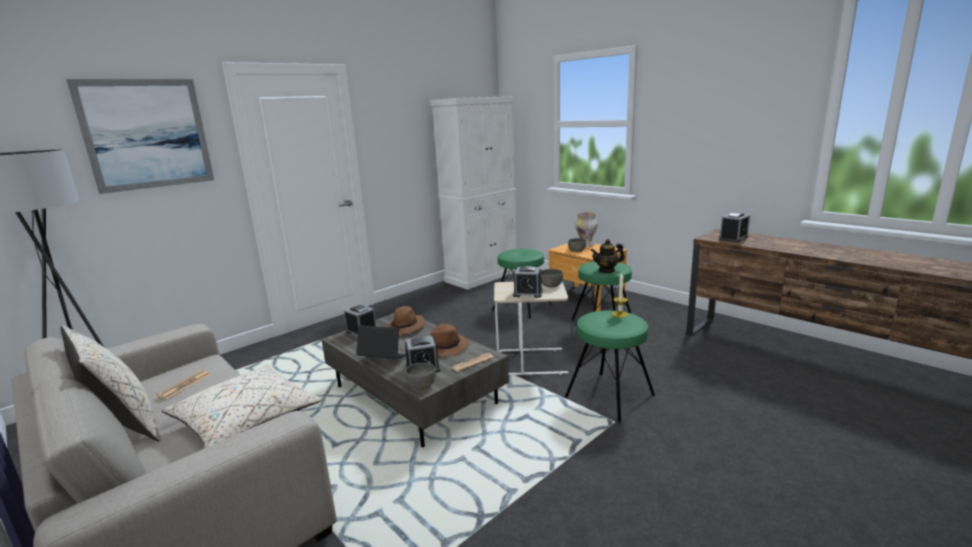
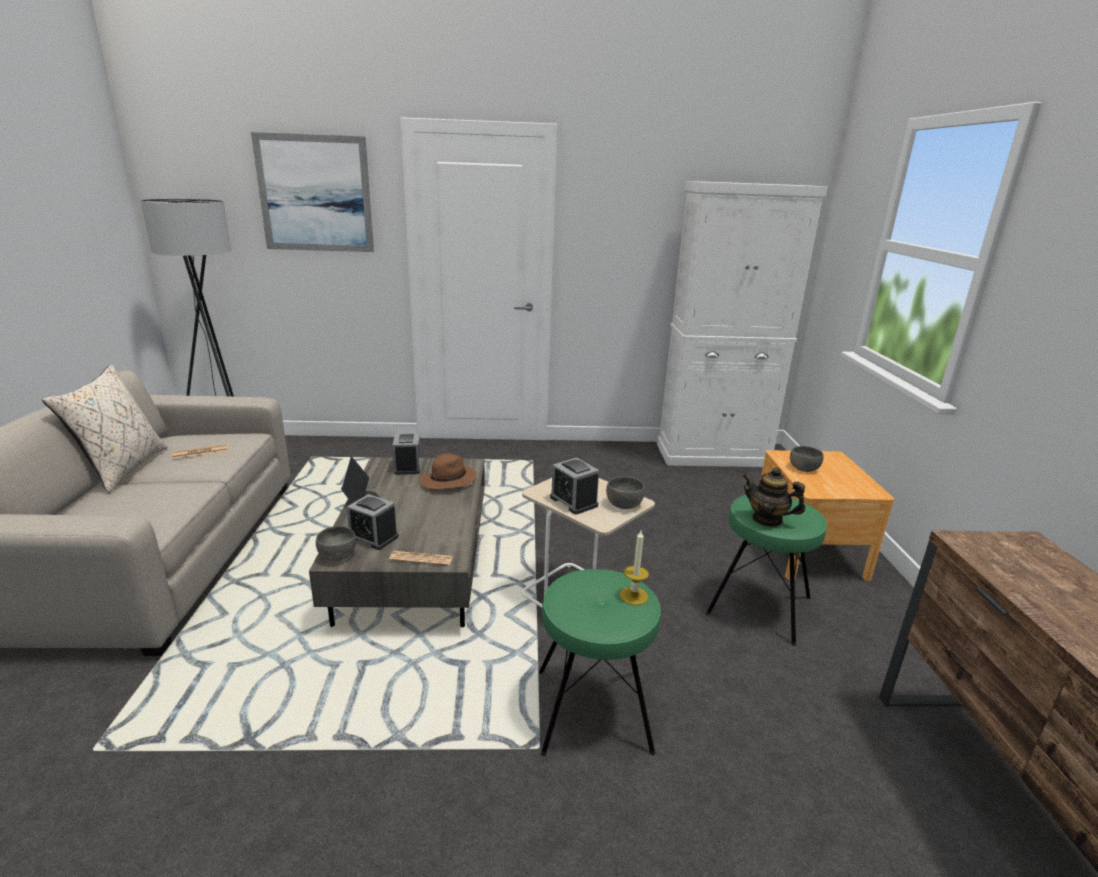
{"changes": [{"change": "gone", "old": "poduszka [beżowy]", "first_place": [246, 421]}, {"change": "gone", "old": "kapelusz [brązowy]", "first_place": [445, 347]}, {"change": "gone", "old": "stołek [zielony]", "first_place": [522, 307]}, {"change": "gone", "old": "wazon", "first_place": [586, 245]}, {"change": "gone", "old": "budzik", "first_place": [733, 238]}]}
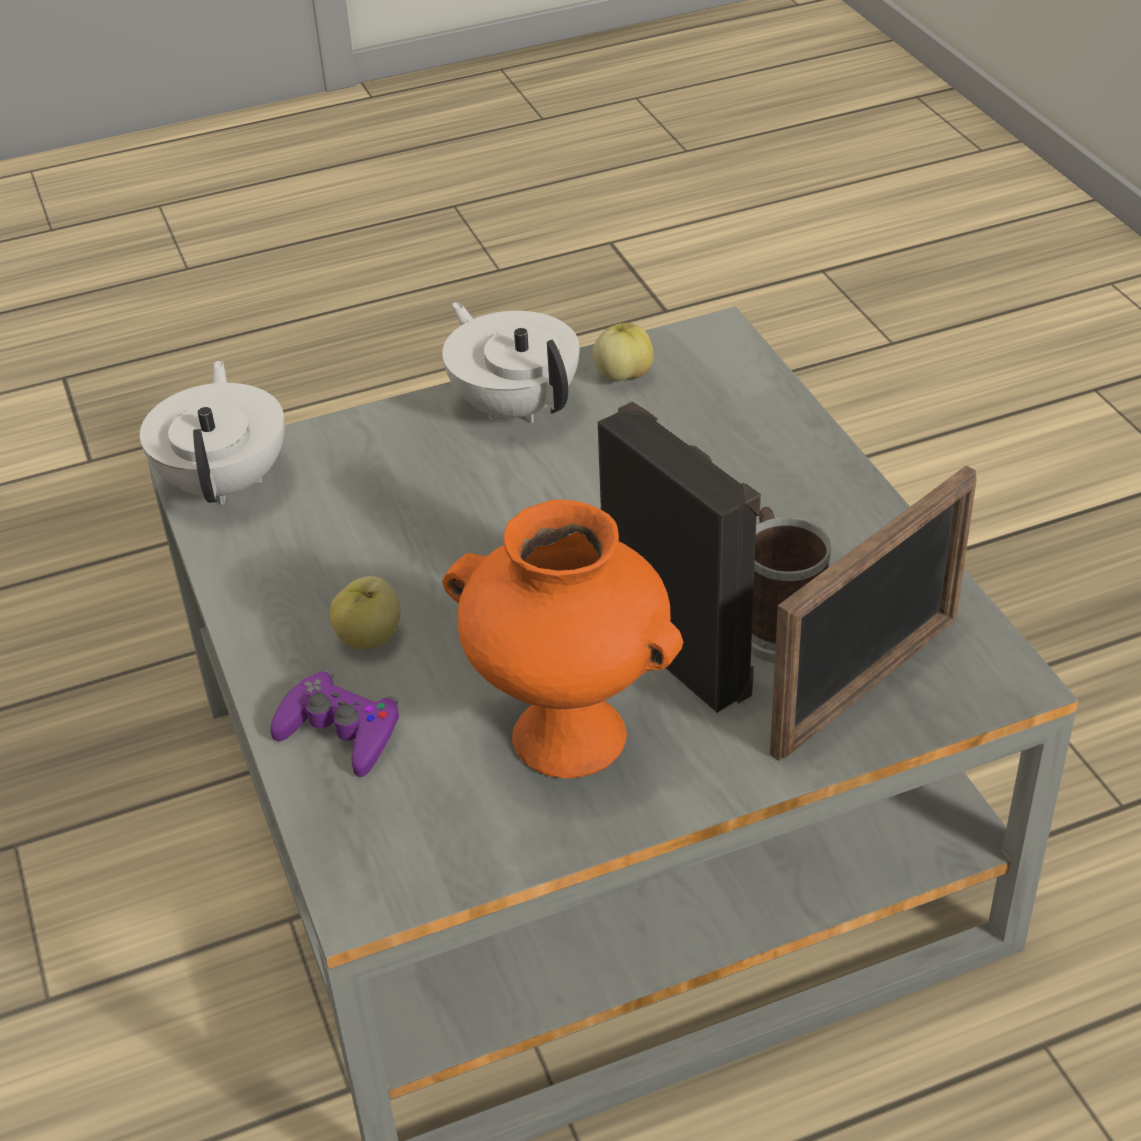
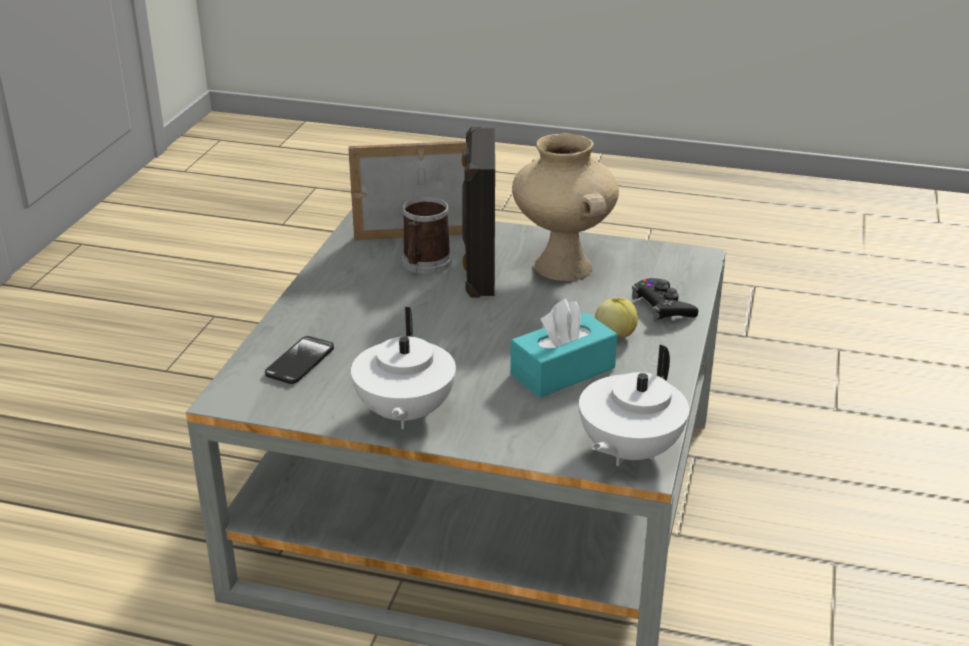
{"changes": [{"change": "new", "new": "telefon", "second_place": [300, 362]}, {"change": "new", "new": "pudełko chusteczek [turkusowy]", "second_place": [562, 371]}, {"change": "repainted", "old": "wazon [pomarańczowy]", "new": "wazon [beżowy]", "first_place": [573, 735], "second_place": [561, 266]}, {"change": "repainted", "old": "pad do gier [fioletowy]", "new": "pad do gier [czarny]", "first_place": [340, 732], "second_place": [662, 307]}, {"change": "gone", "old": "jabłko", "first_place": [623, 376]}]}
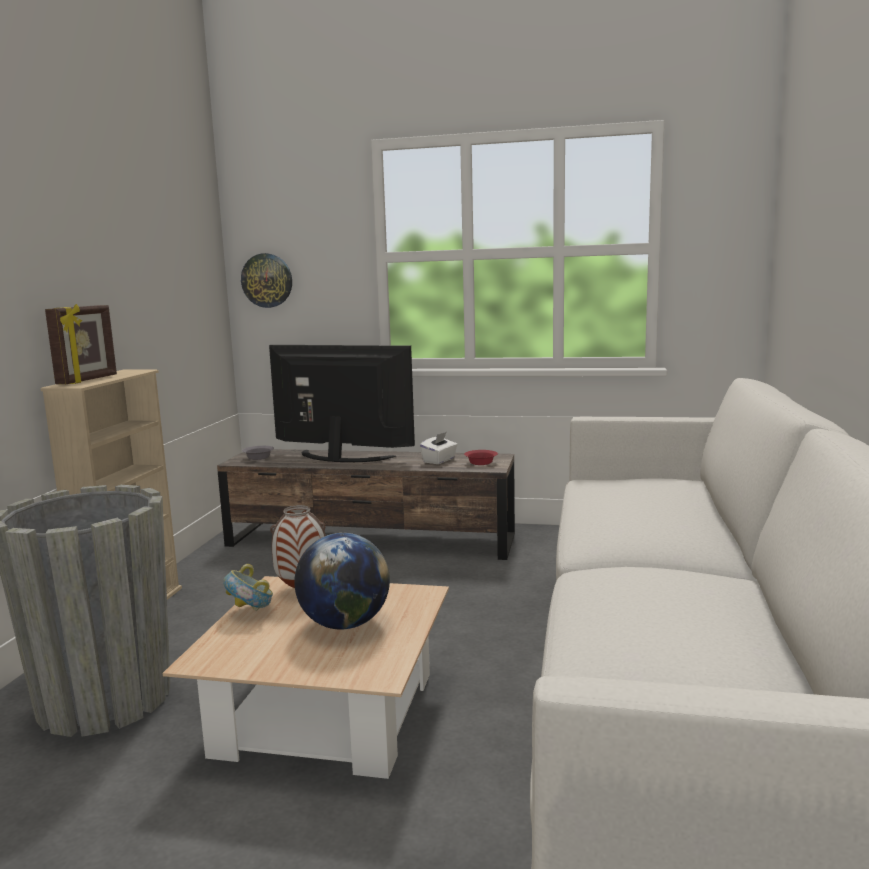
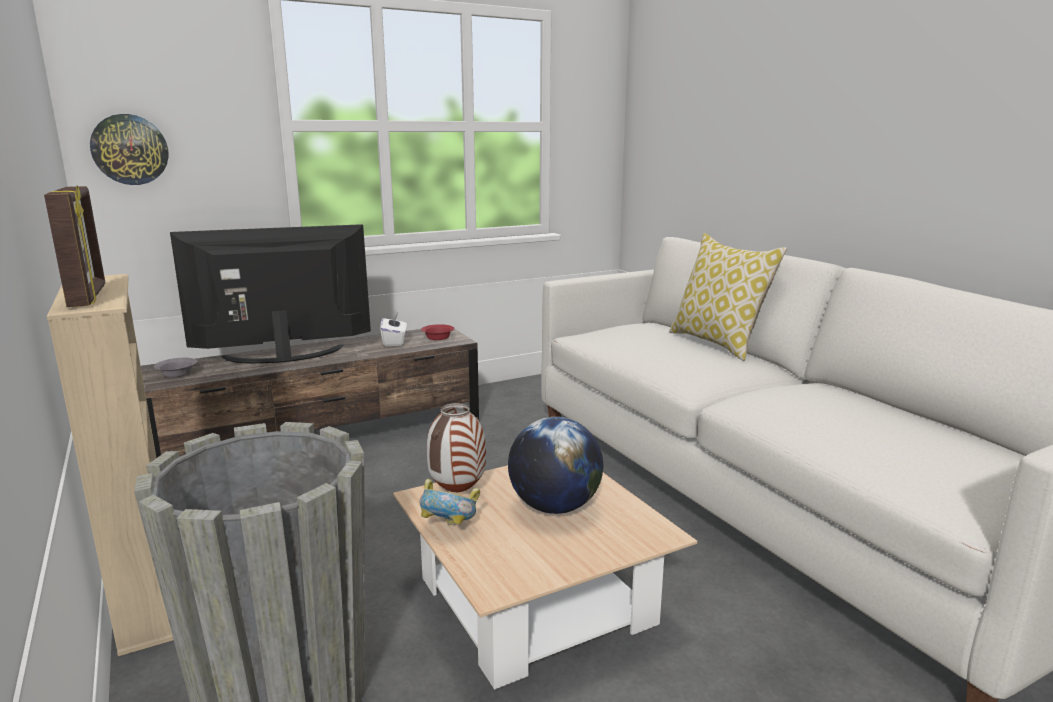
{"changes": [{"change": "new", "new": "poduszka", "second_place": [718, 344]}]}
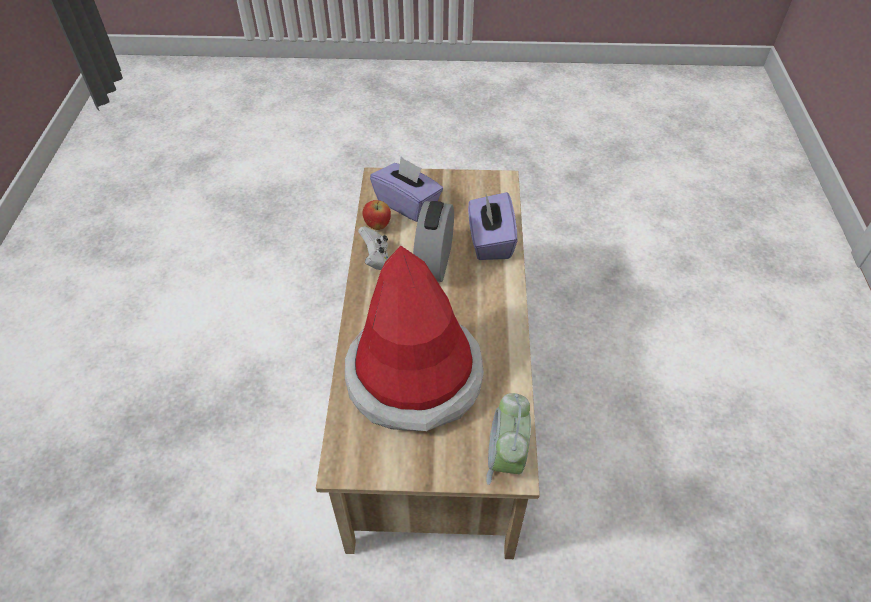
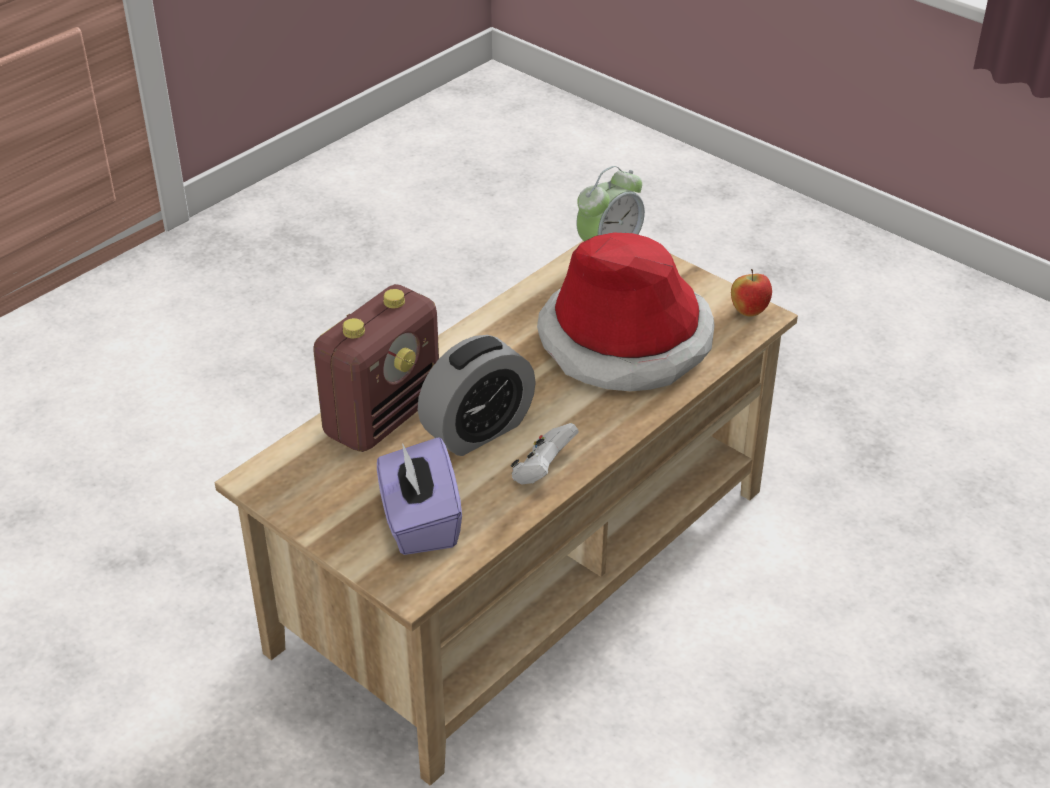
{"changes": [{"change": "swapped", "old": "pudełko chusteczek [fioletowy]", "new": "radio", "first_place": [490, 241], "second_place": [383, 415]}, {"change": "shifted", "old": "jabłko", "first_place": [377, 226], "second_place": [749, 312]}]}
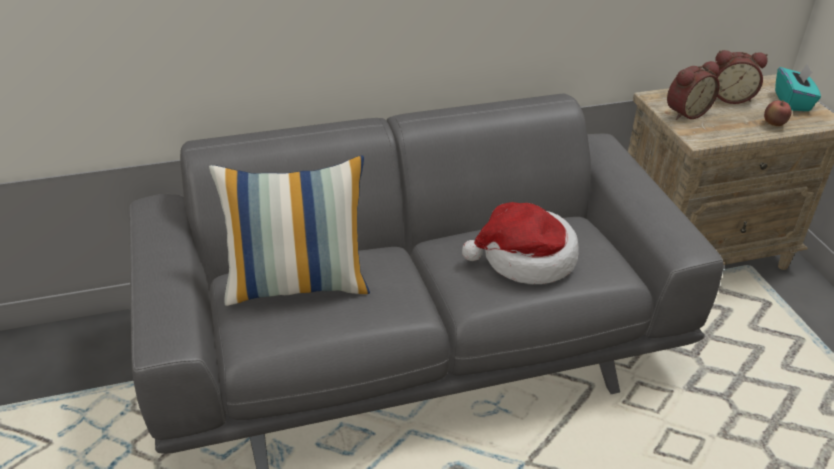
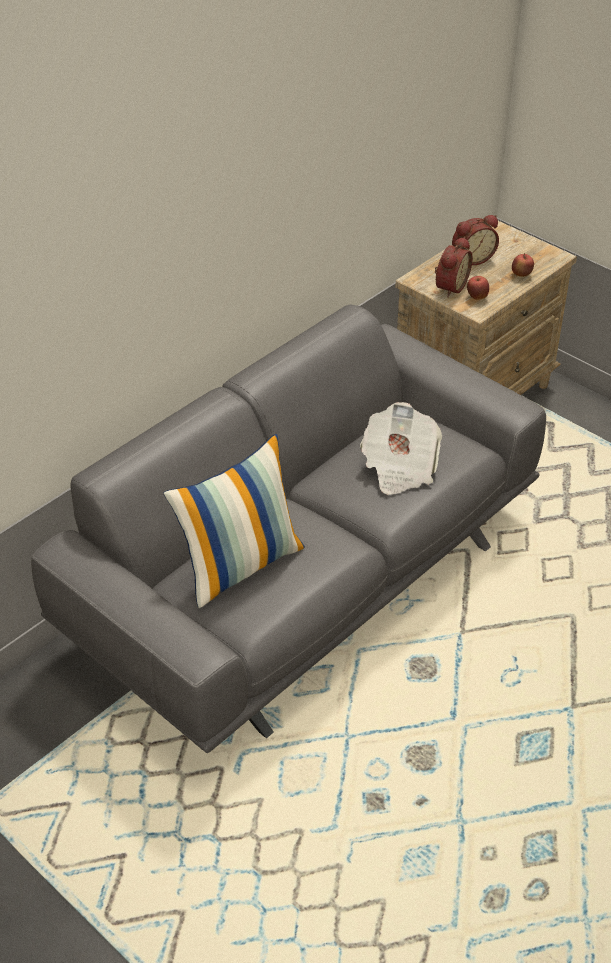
{"changes": [{"change": "swapped", "old": "kapelusz", "new": "gazeta", "first_place": [525, 259], "second_place": [399, 467]}, {"change": "new", "new": "jabłko", "second_place": [477, 297]}, {"change": "gone", "old": "pudełko chusteczek [turkusowy]", "first_place": [792, 102]}]}
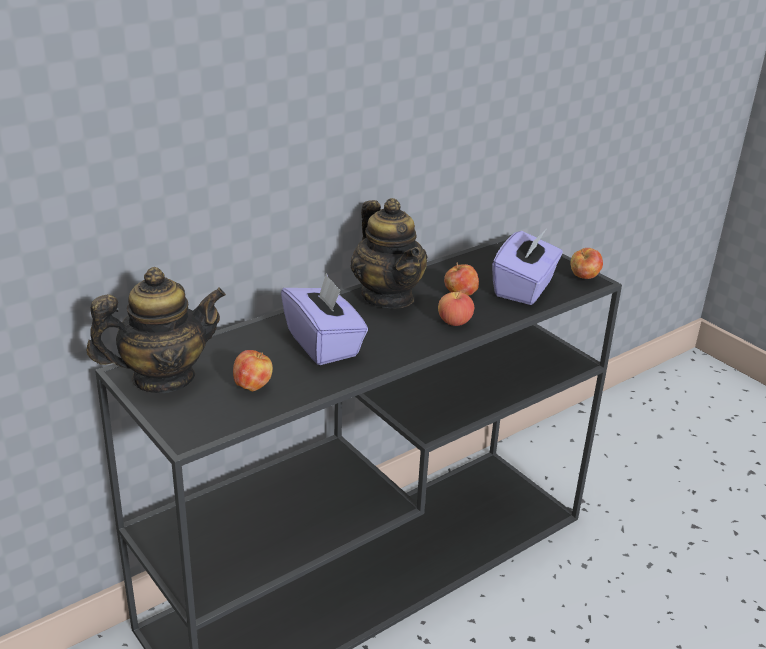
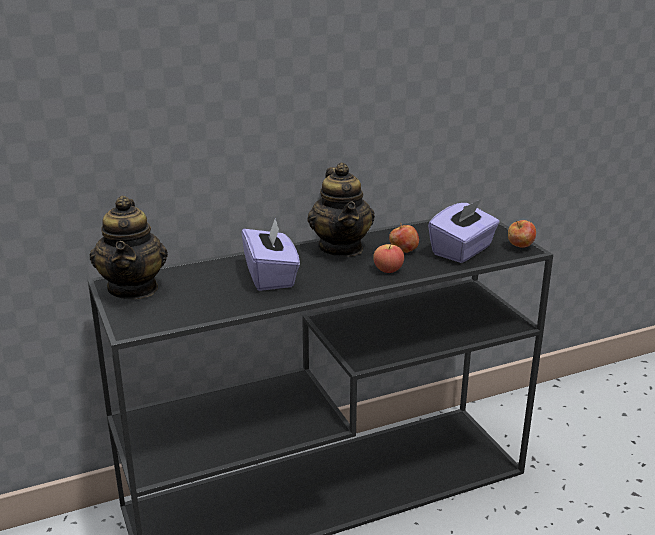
{"changes": [{"change": "rotated", "old": "imbryk", "first_place": [163, 378], "second_place": [133, 288], "degrees": 90}, {"change": "gone", "old": "jabłko", "first_place": [253, 386]}]}
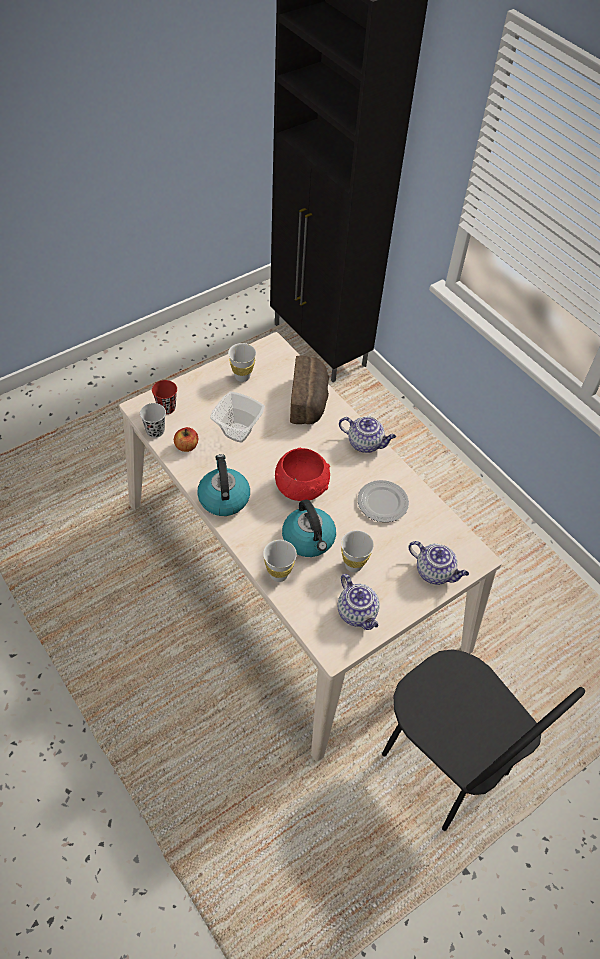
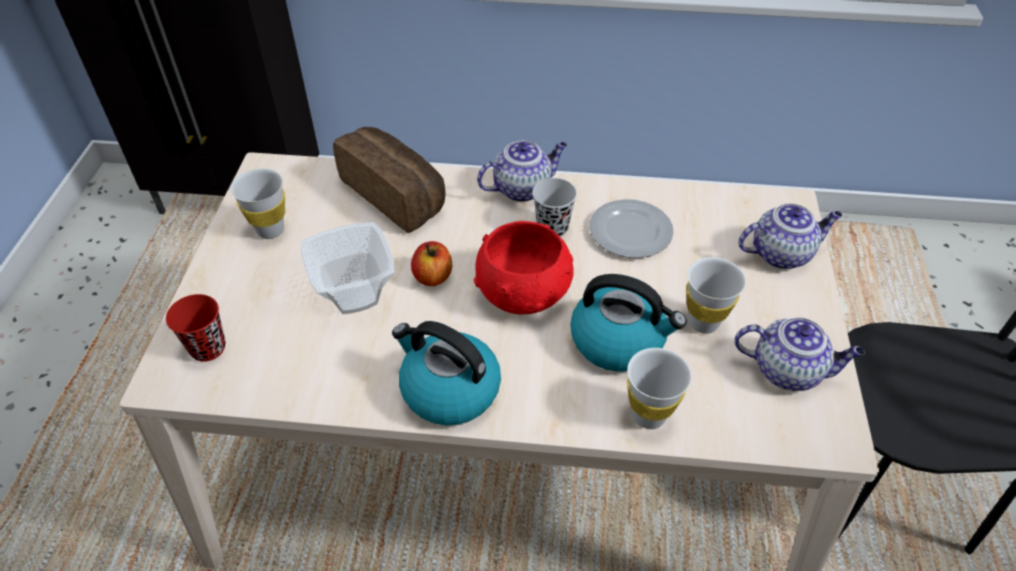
{"changes": [{"change": "shifted", "old": "jabłko", "first_place": [186, 446], "second_place": [433, 277]}, {"change": "shifted", "old": "filiżanka [czarny]", "first_place": [155, 431], "second_place": [552, 228]}]}
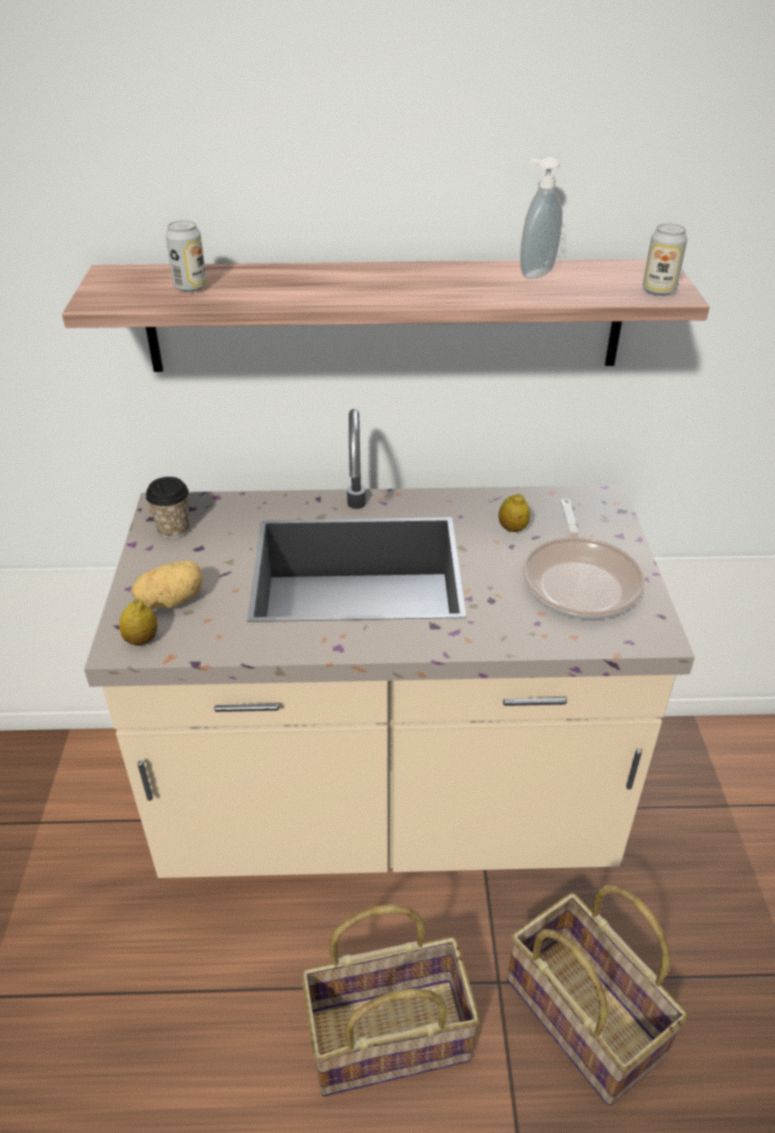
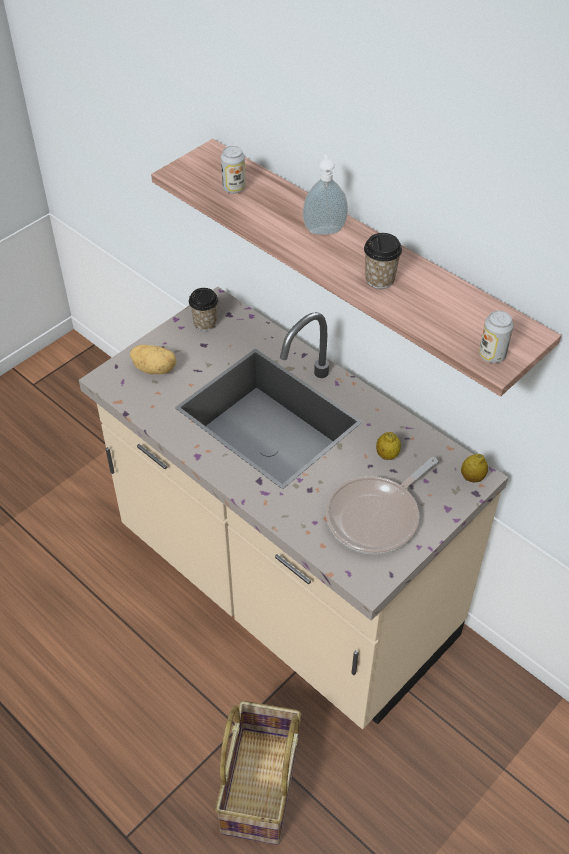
{"changes": [{"change": "shifted", "old": "dozownik mydła", "first_place": [535, 272], "second_place": [324, 229]}, {"change": "new", "new": "filiżanka", "second_place": [380, 279]}, {"change": "shifted", "old": "cytryna", "first_place": [141, 640], "second_place": [472, 477]}, {"change": "gone", "old": "koszyk", "first_place": [389, 1034]}]}
